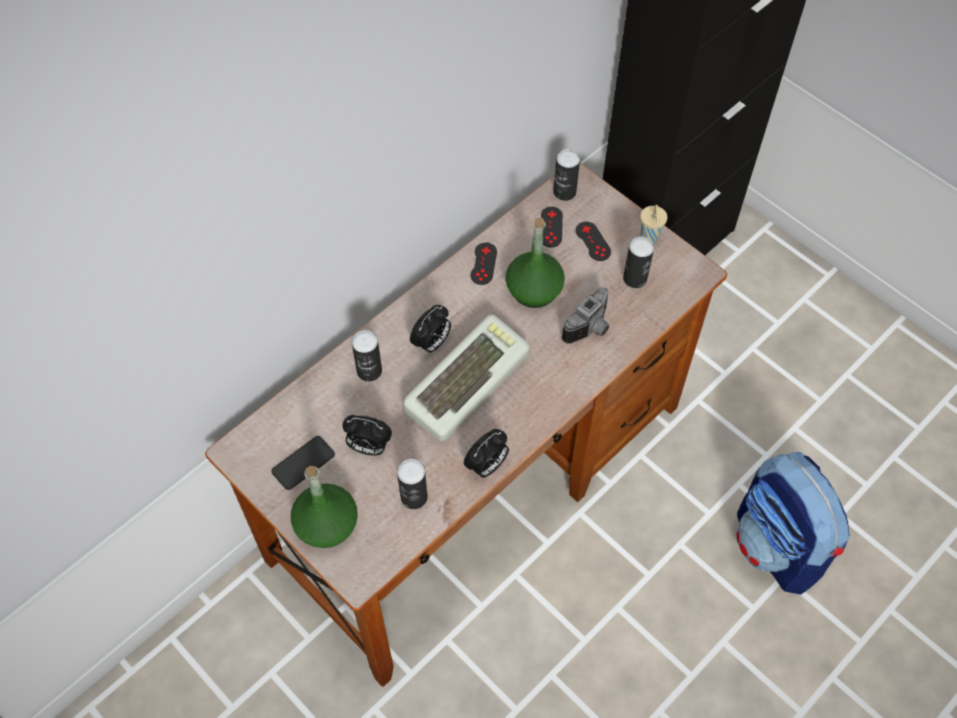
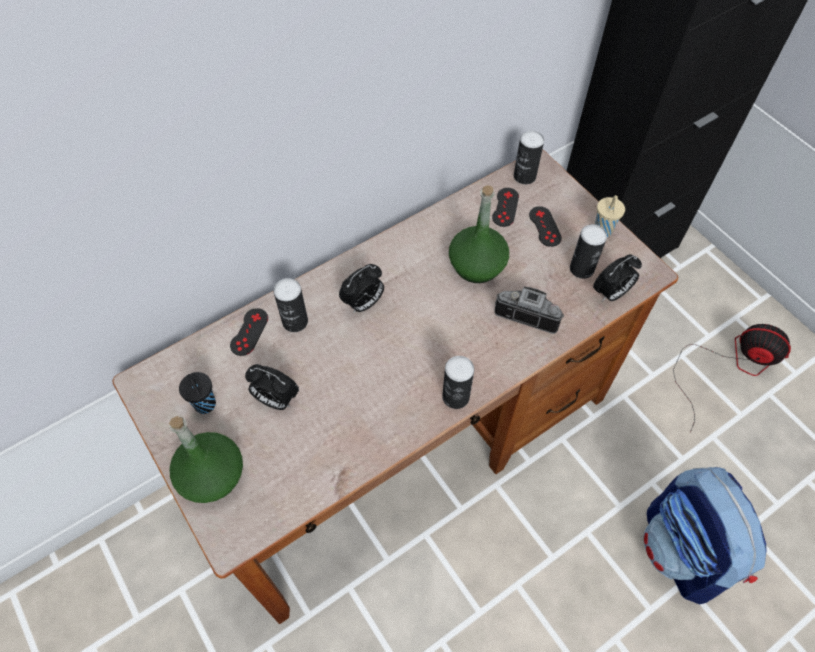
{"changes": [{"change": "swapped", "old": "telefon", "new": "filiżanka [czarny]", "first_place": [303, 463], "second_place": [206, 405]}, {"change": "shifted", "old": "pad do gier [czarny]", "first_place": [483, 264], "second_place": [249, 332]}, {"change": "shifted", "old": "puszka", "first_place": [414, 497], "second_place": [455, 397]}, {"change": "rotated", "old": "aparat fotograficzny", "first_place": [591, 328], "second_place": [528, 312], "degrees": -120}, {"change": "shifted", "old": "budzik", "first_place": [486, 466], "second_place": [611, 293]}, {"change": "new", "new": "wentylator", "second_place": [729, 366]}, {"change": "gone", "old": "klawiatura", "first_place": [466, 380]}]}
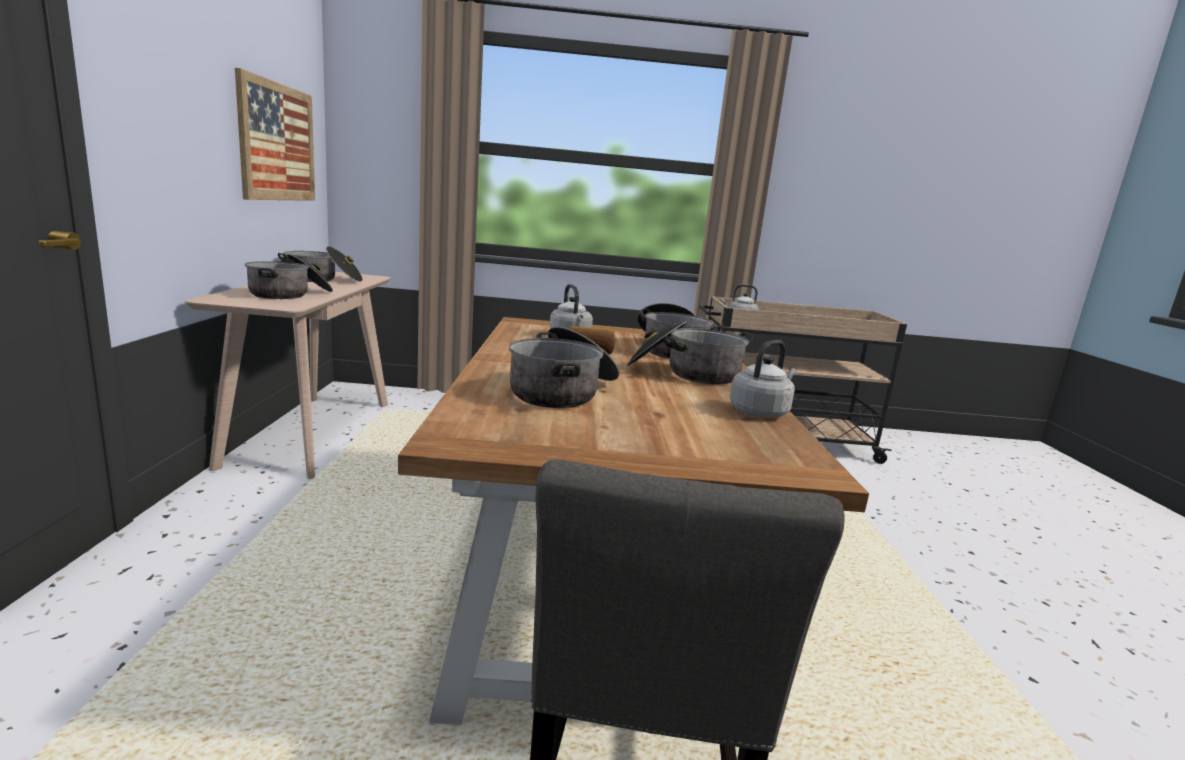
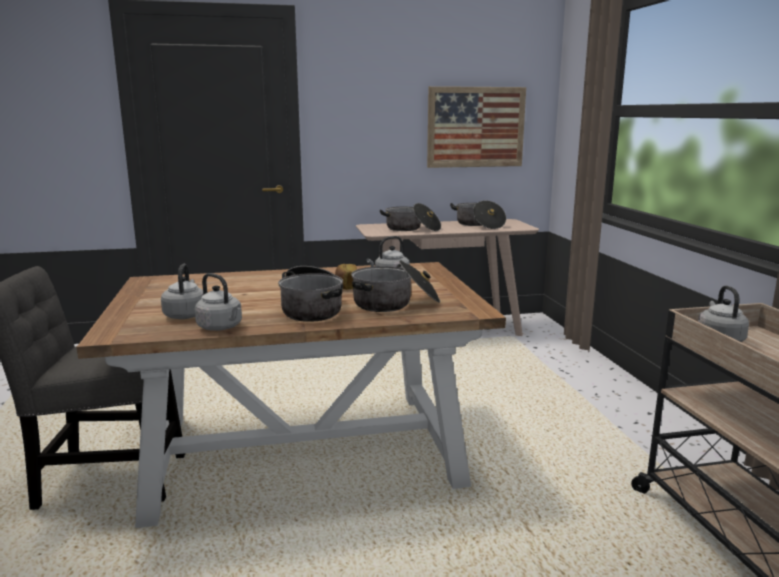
{"changes": [{"change": "new", "new": "czajnik [szary]", "second_place": [185, 315]}, {"change": "gone", "old": "garnek", "first_place": [563, 391]}]}
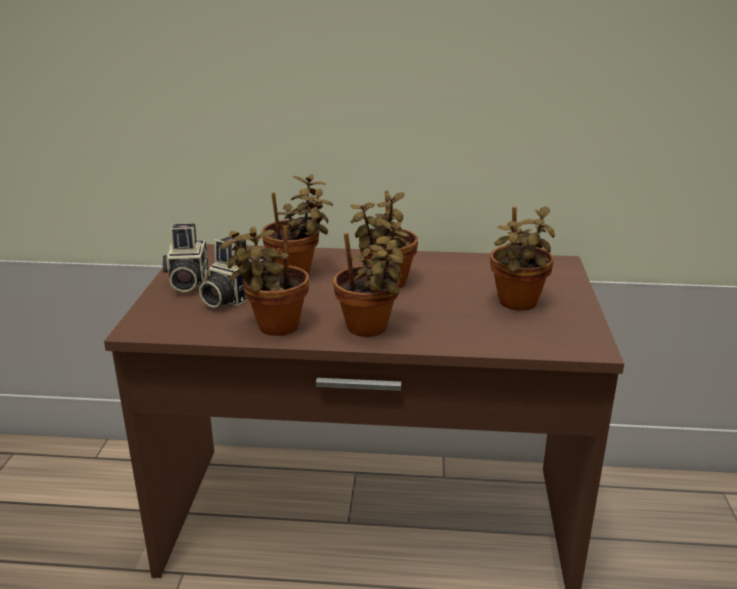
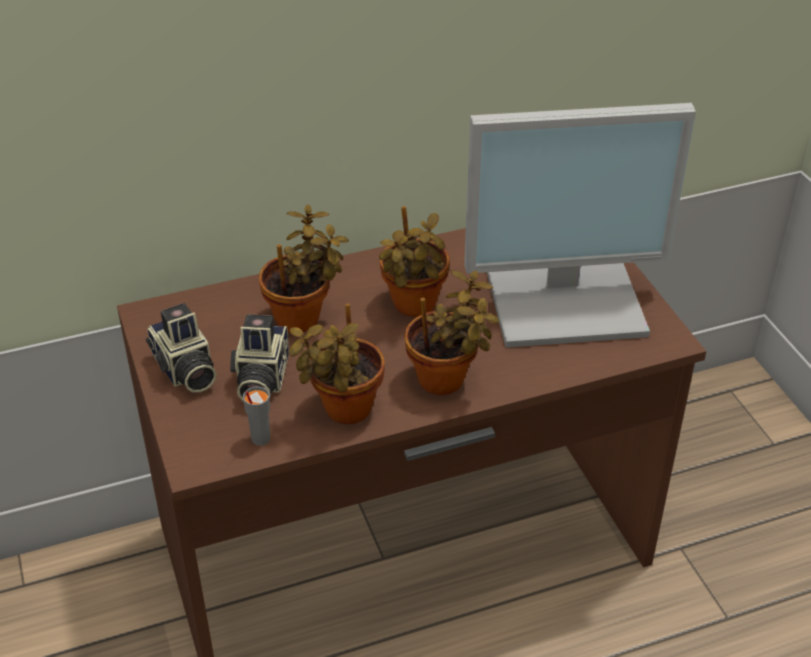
{"changes": [{"change": "new", "new": "filiżanka [szary]", "second_place": [260, 439]}, {"change": "swapped", "old": "roślina doniczkowa", "new": "monitor", "first_place": [517, 304], "second_place": [566, 298]}]}
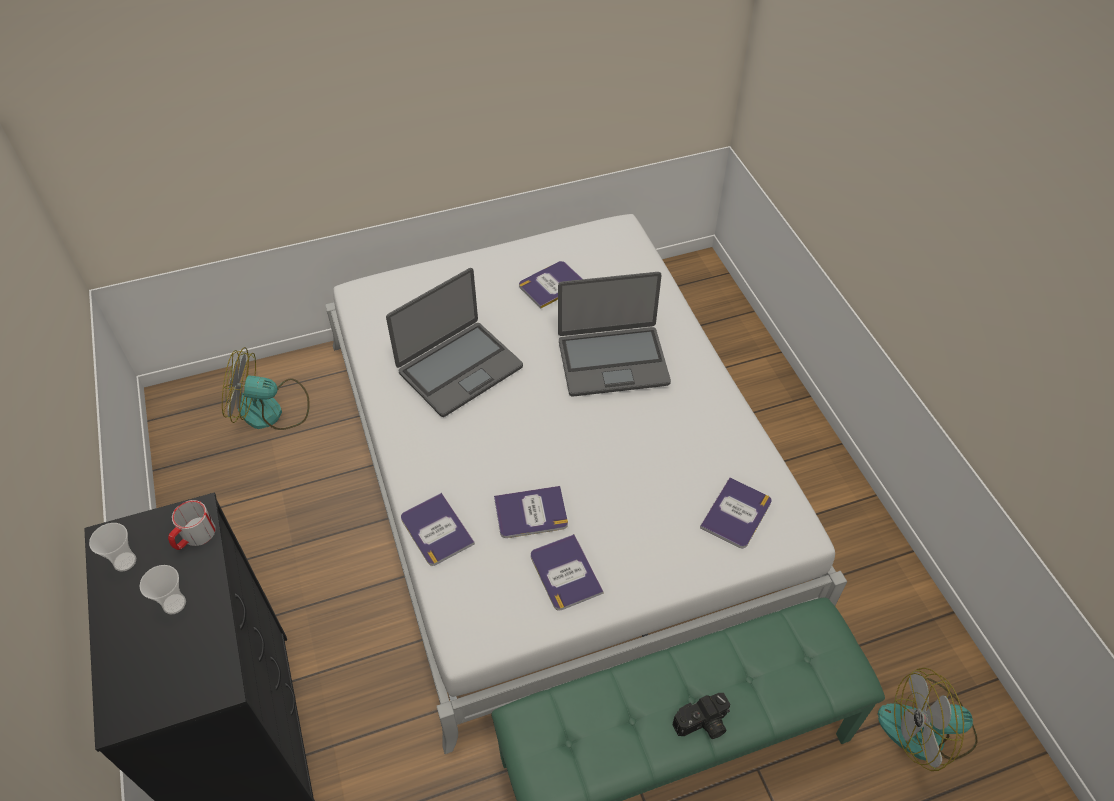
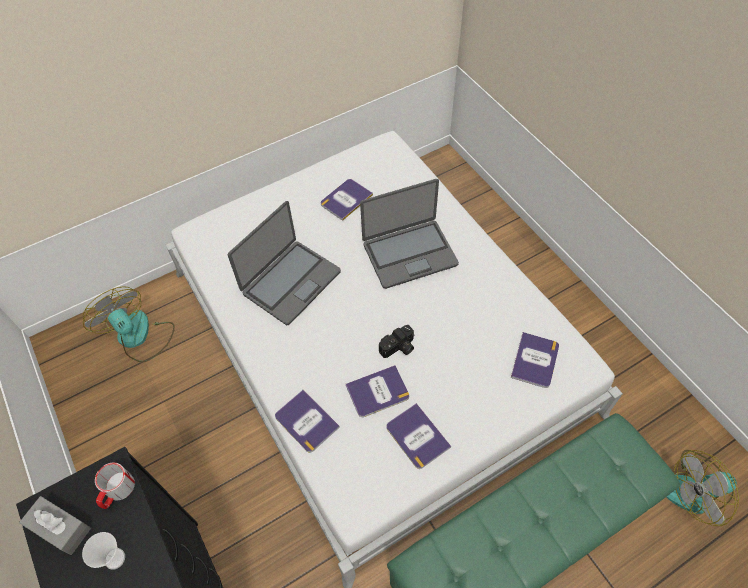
{"changes": [{"change": "swapped", "old": "filiżanka", "new": "pudełko chusteczek [szary]", "first_place": [125, 561], "second_place": [60, 528]}, {"change": "rotated", "old": "wentylator", "first_place": [271, 411], "second_place": [139, 337], "degrees": 60}, {"change": "shifted", "old": "aparat fotograficzny", "first_place": [702, 725], "second_place": [398, 348]}]}
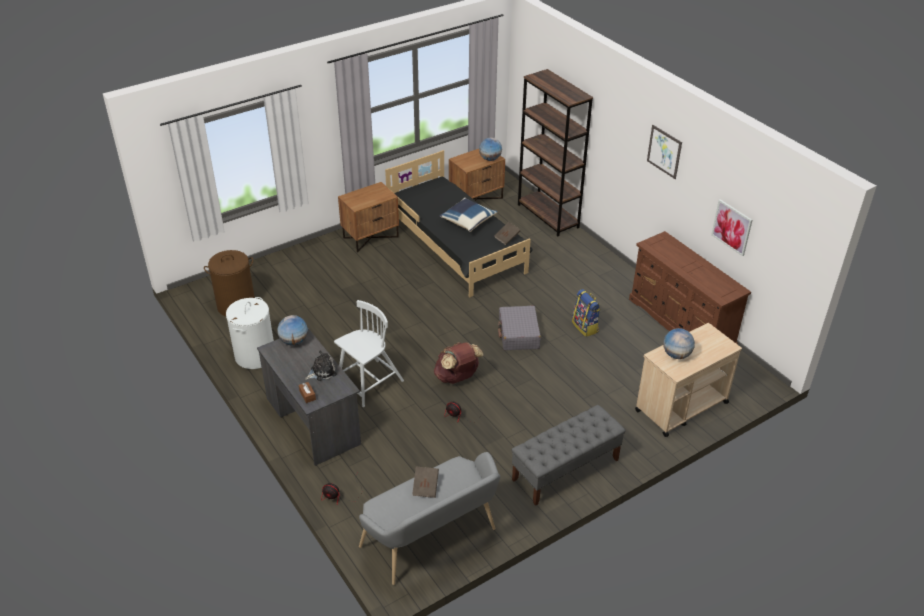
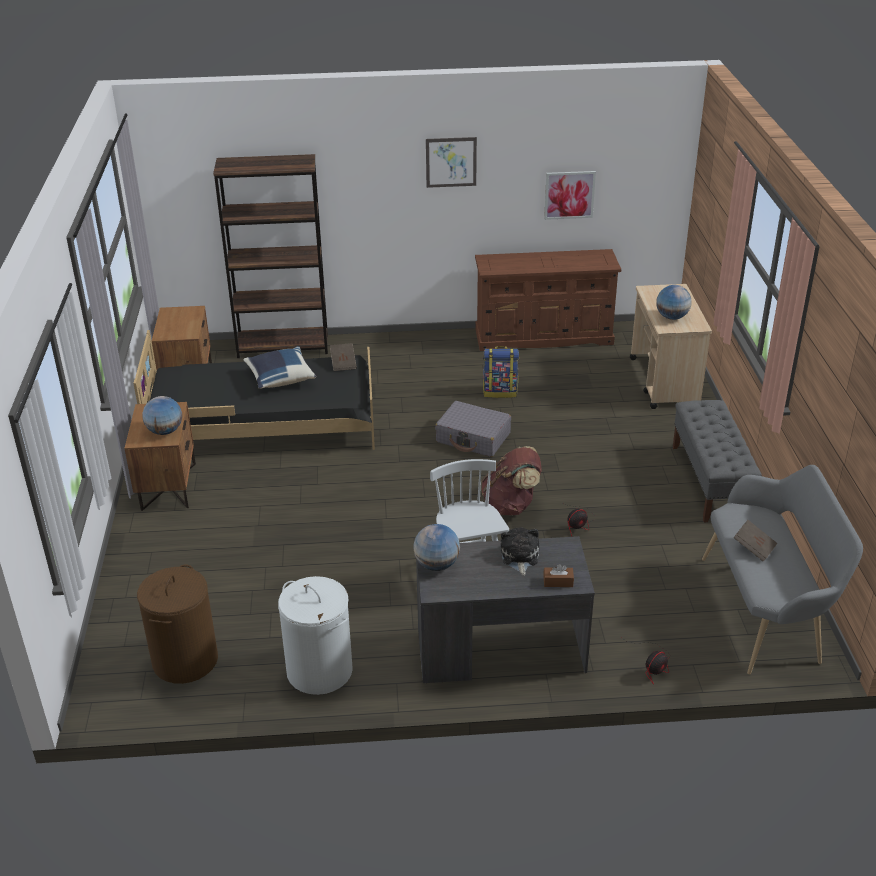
{"changes": [{"change": "shifted", "old": "globus", "first_place": [490, 159], "second_place": [165, 431]}]}
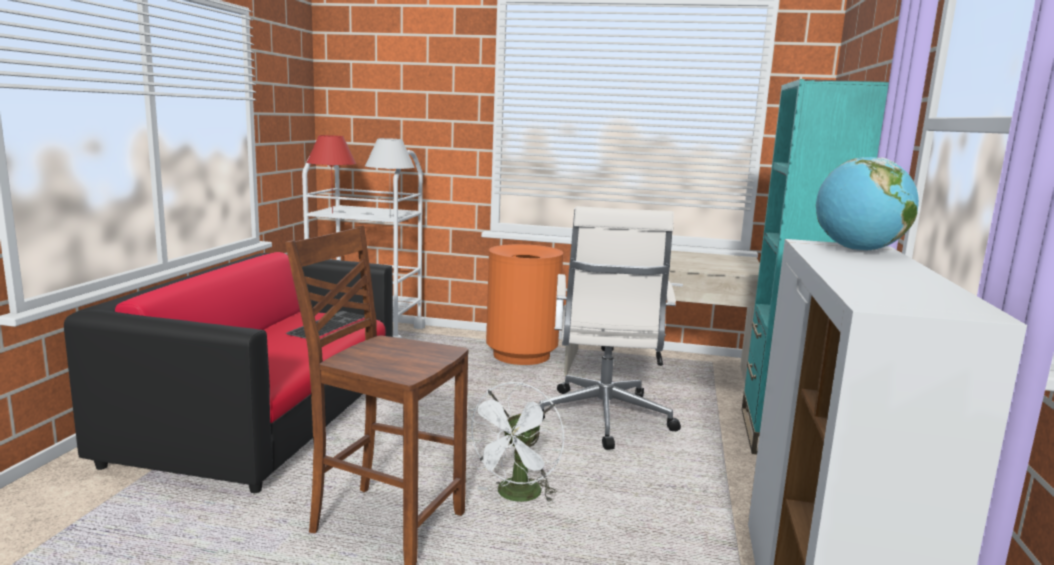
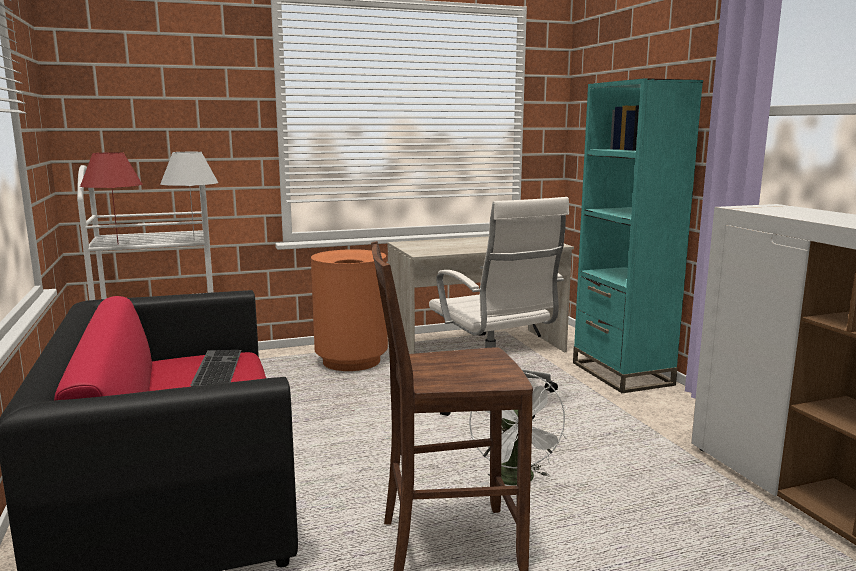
{"changes": [{"change": "gone", "old": "globus", "first_place": [858, 250]}]}
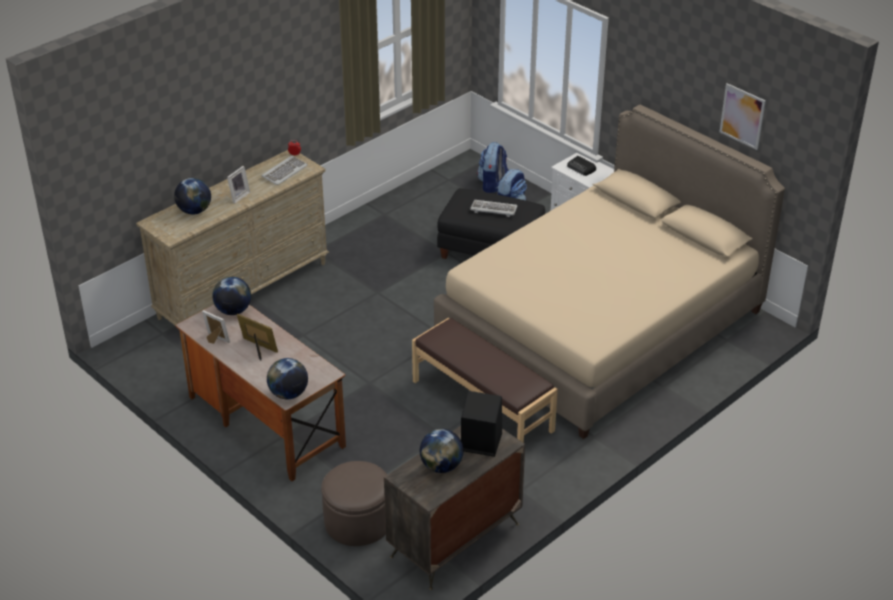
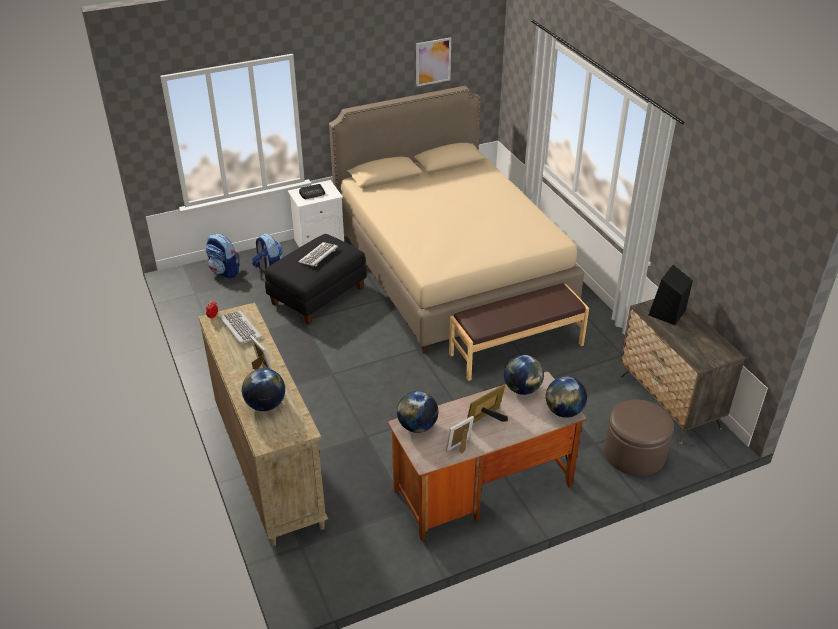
{"changes": [{"change": "shifted", "old": "globus", "first_place": [441, 466], "second_place": [522, 389]}]}
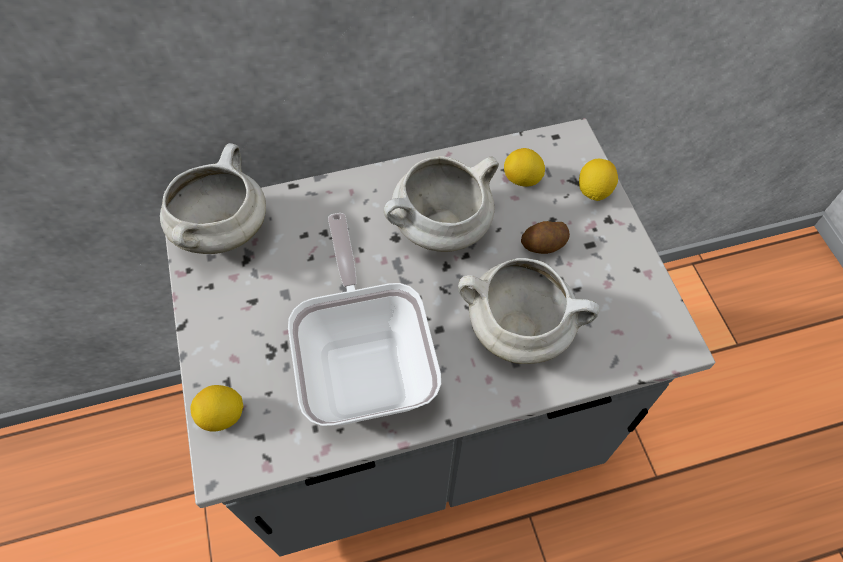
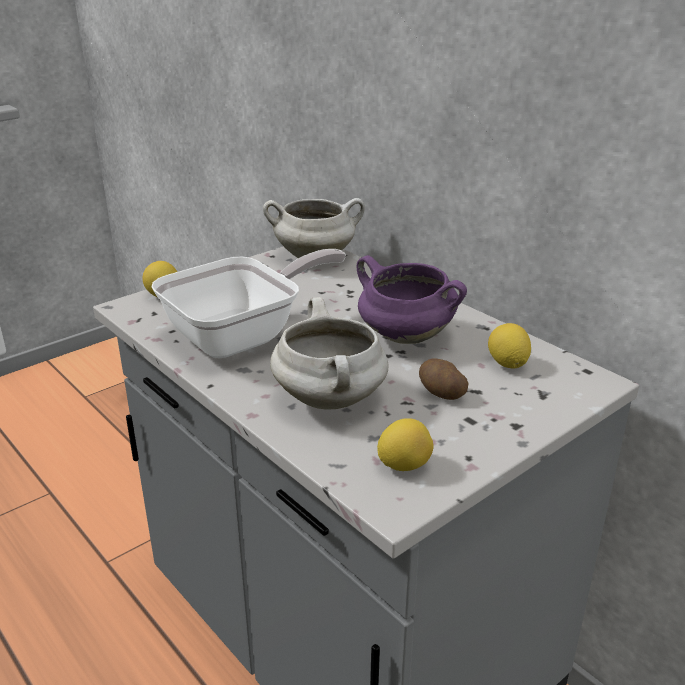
{"changes": [{"change": "repainted", "old": "garnek [biały]", "new": "garnek [fioletowy]", "first_place": [440, 229], "second_place": [404, 337]}, {"change": "shifted", "old": "cytryna", "first_place": [594, 191], "second_place": [404, 465]}]}
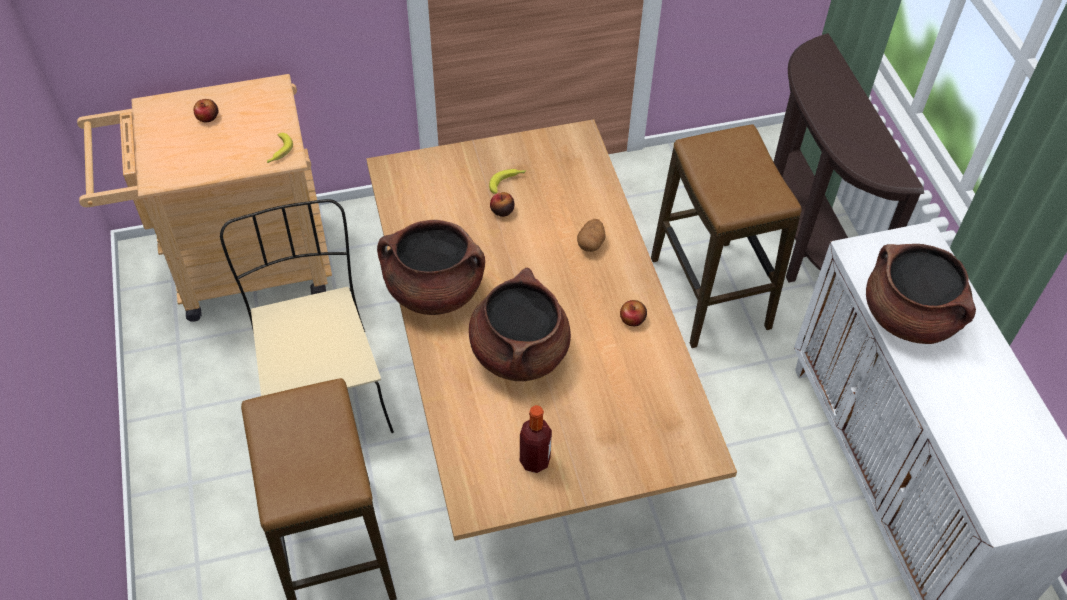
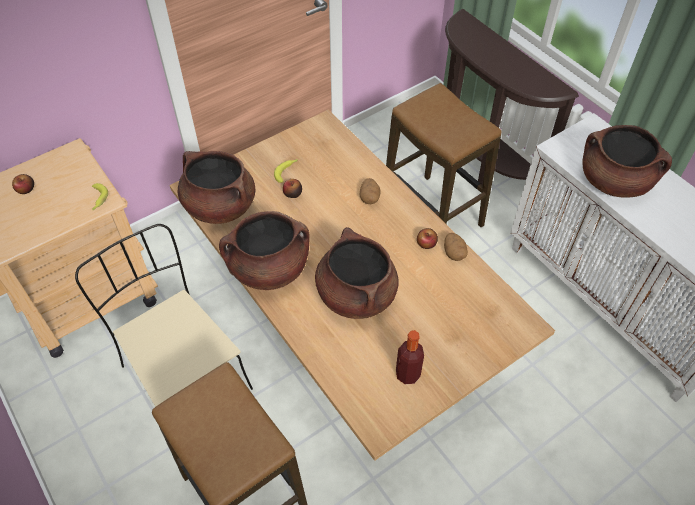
{"changes": [{"change": "new", "new": "garnek [brązowy]", "second_place": [219, 206]}, {"change": "new", "new": "ziemniak", "second_place": [454, 253]}]}
